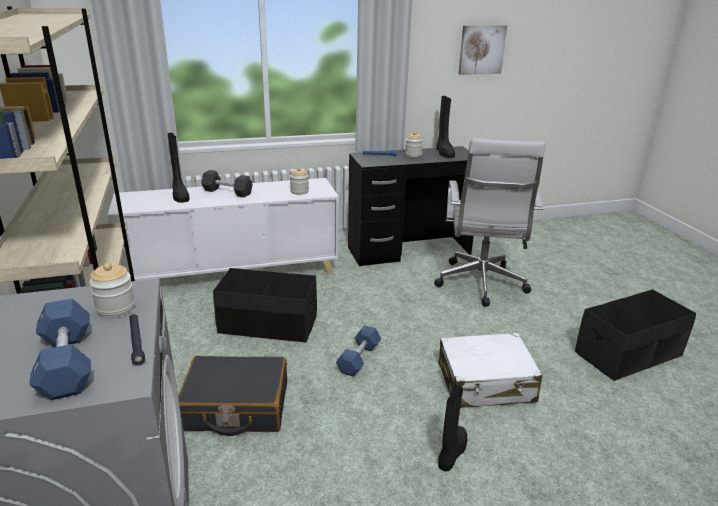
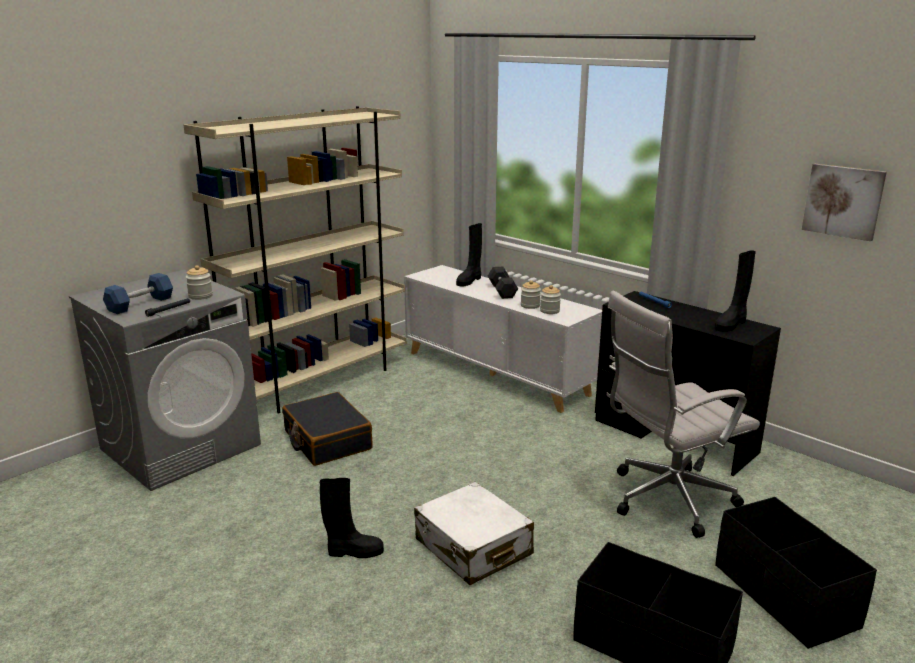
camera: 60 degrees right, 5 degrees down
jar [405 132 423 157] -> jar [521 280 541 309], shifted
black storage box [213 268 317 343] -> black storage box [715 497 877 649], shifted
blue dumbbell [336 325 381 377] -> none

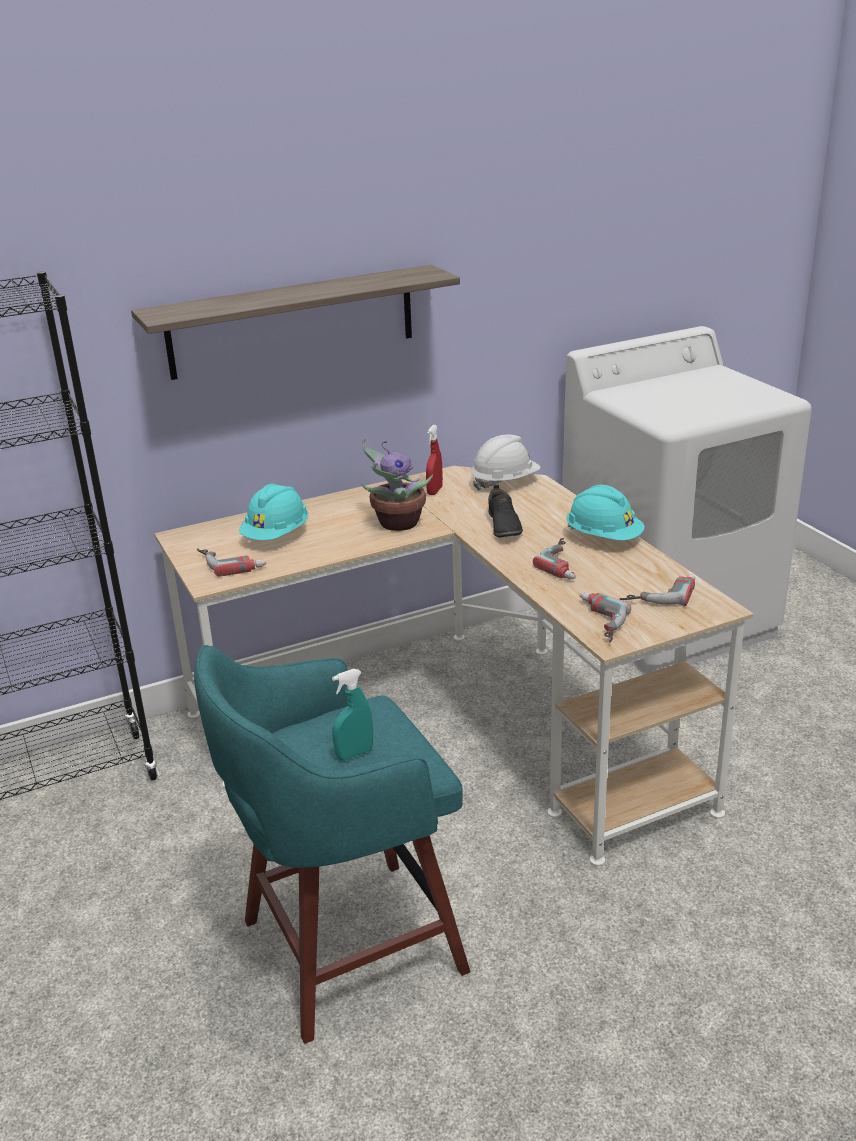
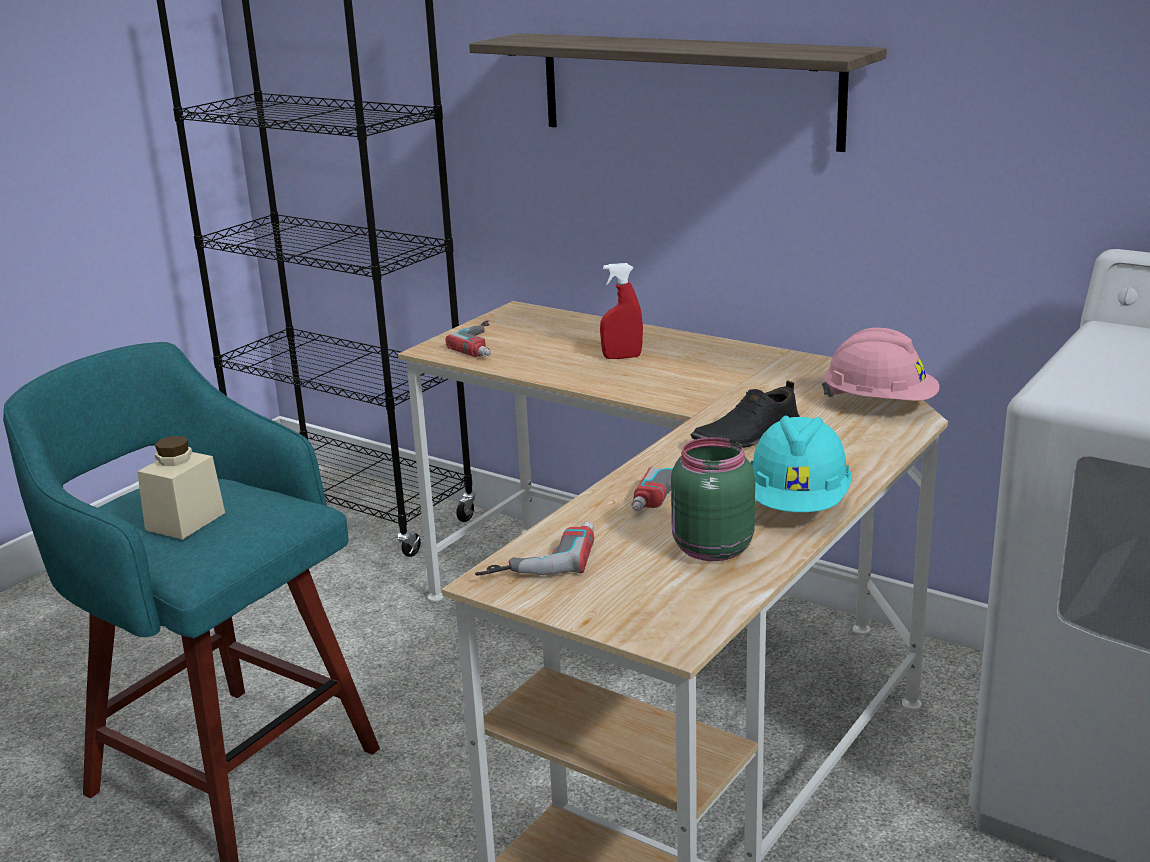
camera: 60 degrees right, 5 degrees down
red spray bottle [426 425 443 495] -> red spray bottle [600 263 643 359], shifted
white hard hat [471 434 541 491] -> pink hard hat [822 328 940 401]
potted plant [361 438 433 531] -> none
turquoise hard hat [239 484 308 540] -> none
power drill [620 574 695 606] -> none
turquoise spray bottle [332 669 373 760] -> beige jar [137 436 225 540]
none -> green jar [671 437 755 561]

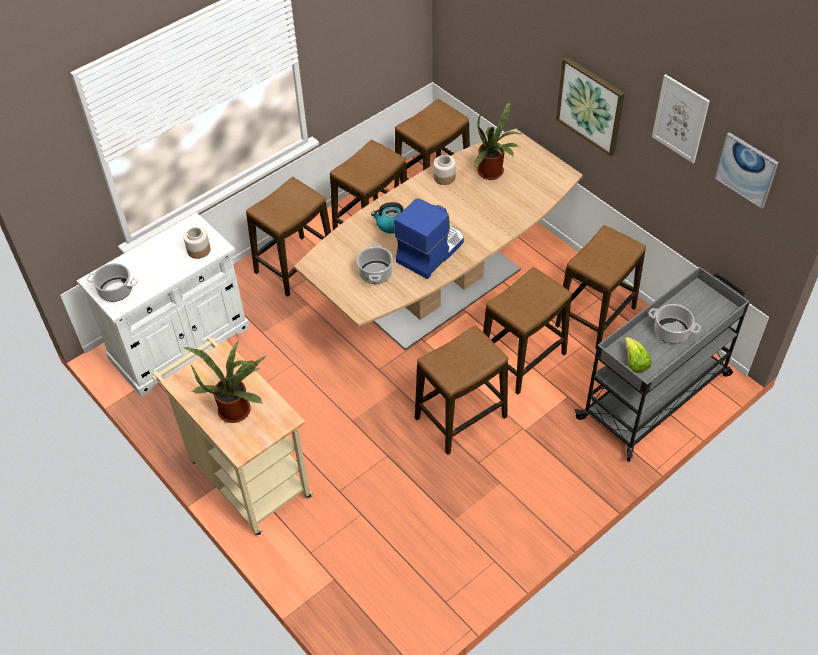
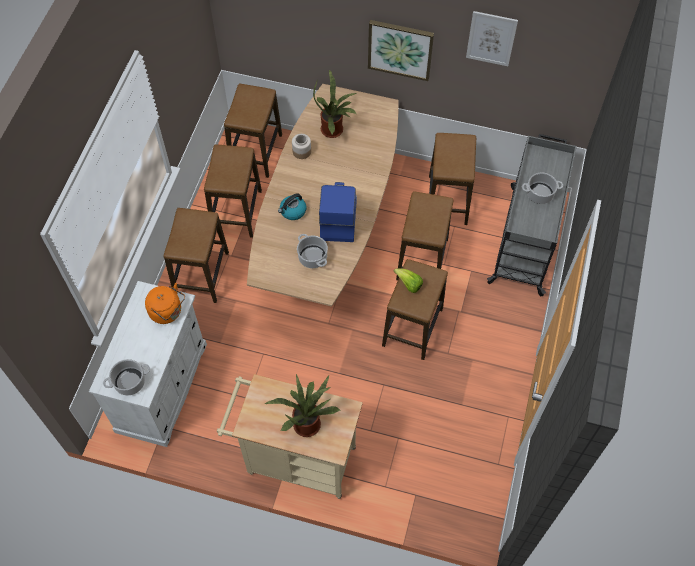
camera: 35 degrees left, 10 degrees up
picture [715 132 779 209] -> none
jar [183 227 210 259] -> orange kettle [145 283 185 324]
lettuce [624 337 652 373] -> lettuce [394 268 423 293], shifted

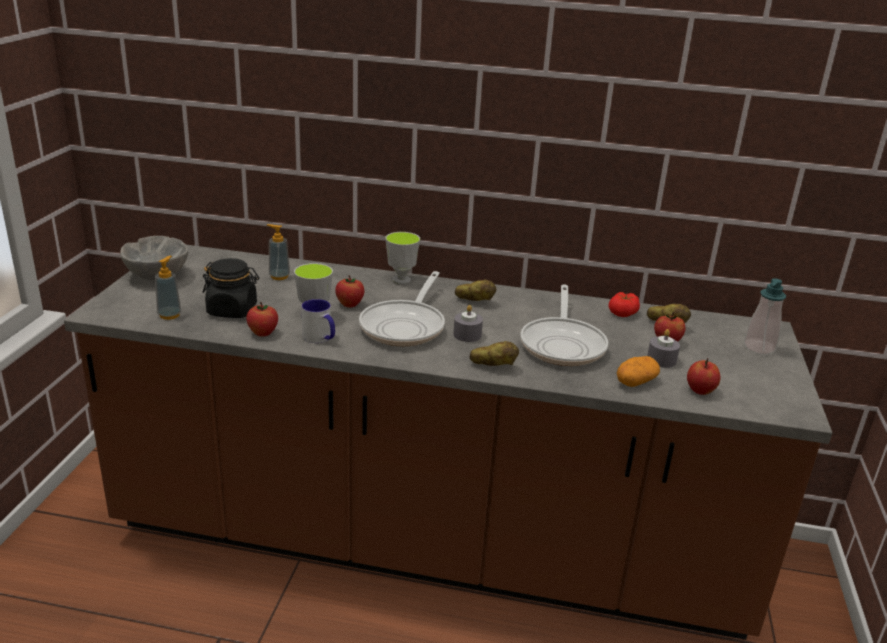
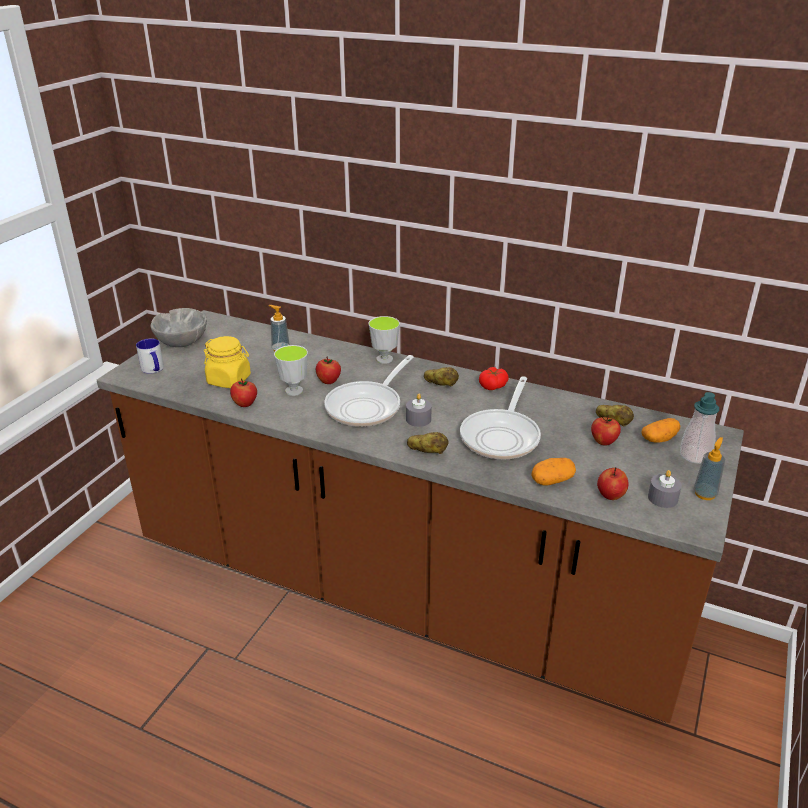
camera: 15 degrees right, 5 degrees up
soap dispenser [155 256 181 320] -> soap dispenser [694 437 725 500], shifted
black jar [203 258 259 318] -> yellow jar [204 336 251 388]
tomato [609 292 640 317] -> tomato [479 367 509 390], shifted
mug [302 299 335 343] -> mug [136 339 164 374], shifted
grey candle [647 329 680 368] -> grey candle [648 470 682 508], shifted
none -> potato [641 418 680 443]

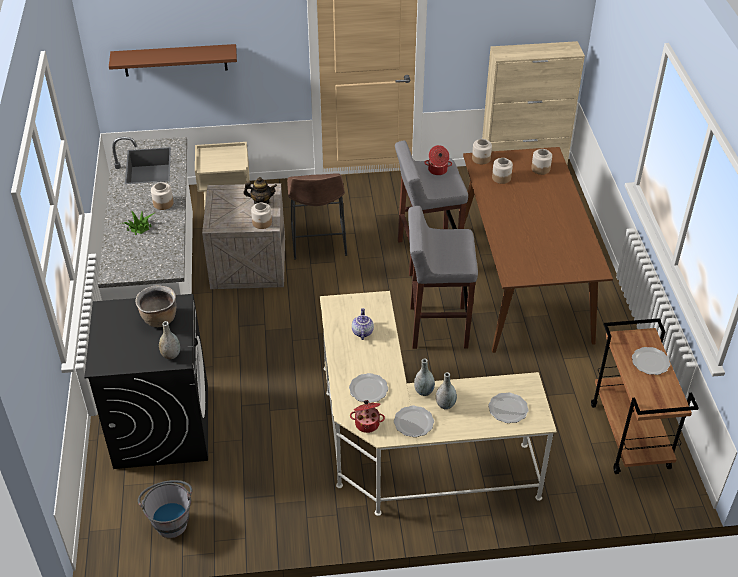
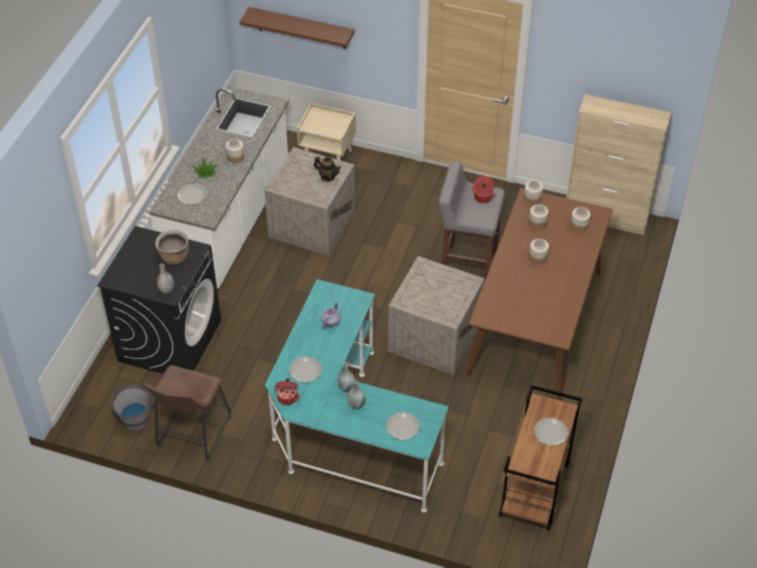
camera: 25 degrees right, 5 degrees up
brown stool [287 173 347 260] -> brown stool [143 365 231 461], shifted
jar [251 203 272 229] -> jar [529 239 549 264], shifted
grey stool [408 206 478 349] -> crate [388 256 485 375]
beige desk [320 291 557 516] -> turquoise desk [265 279 449 512]
plate [394 406 434 437] -> plate [177 184 207 205], shifted

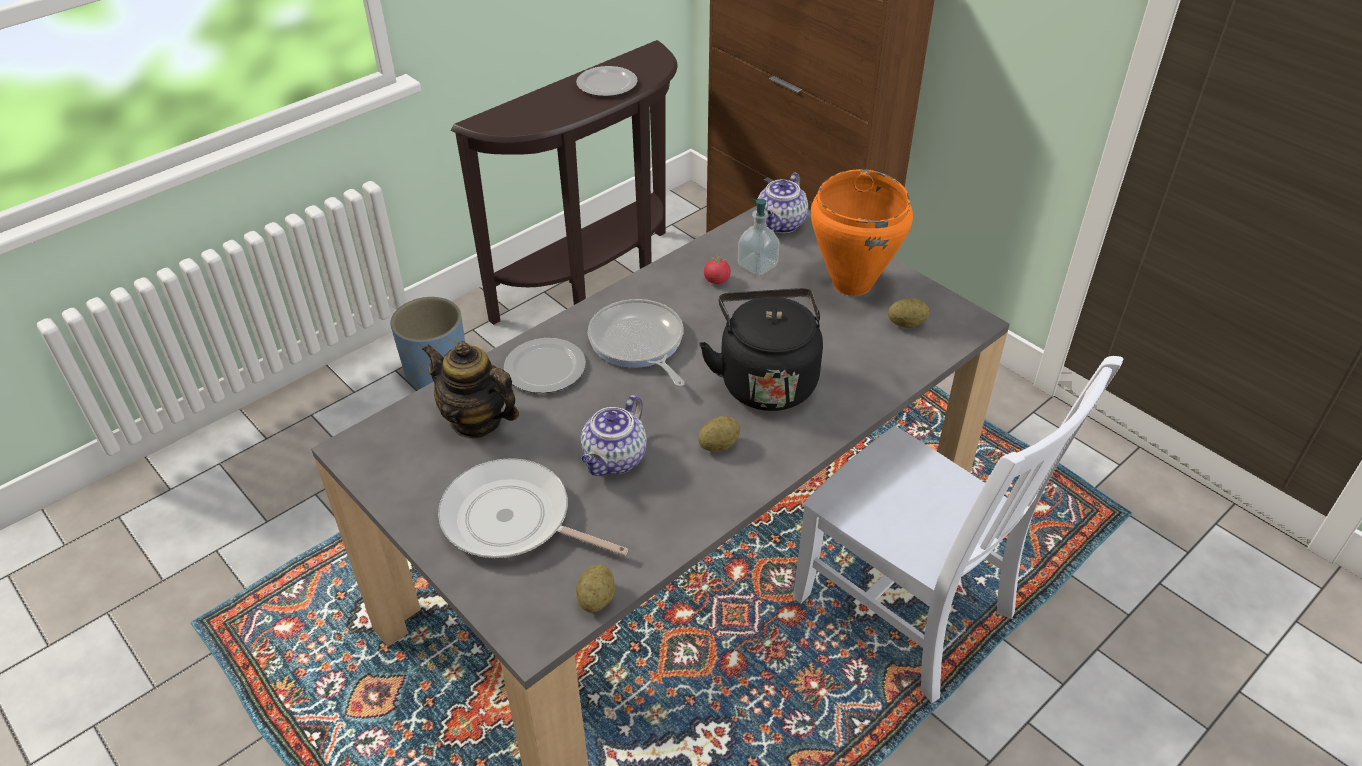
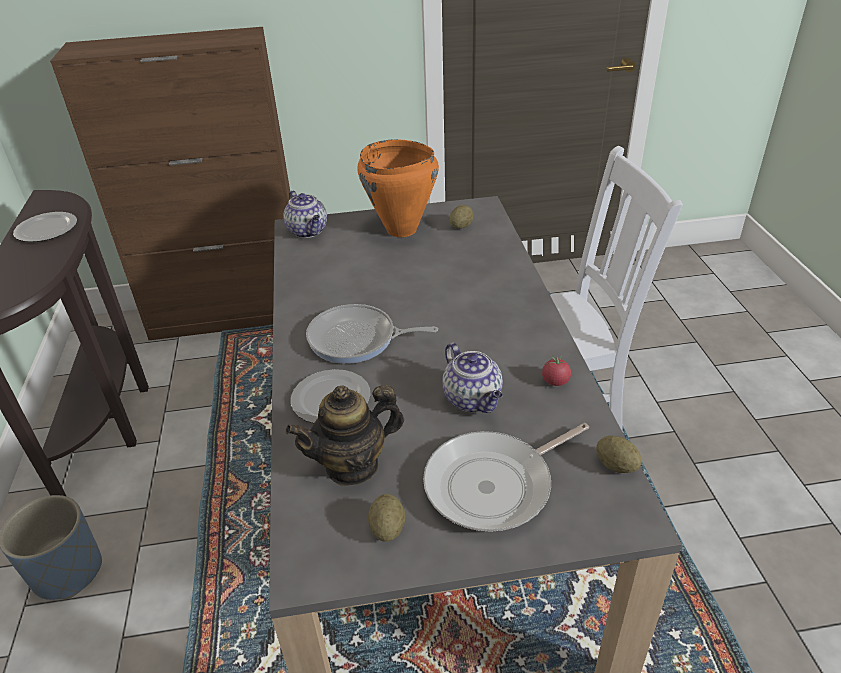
camera: 55 degrees left, 5 degrees down
soap dispenser [738 198 779 276] -> none
tomato [704 254 731 284] -> tomato [542 355 571 386], shifted
black kettle [699 288 823 411] -> none
potato [698 416 740 452] -> potato [368 494 405 542], shifted

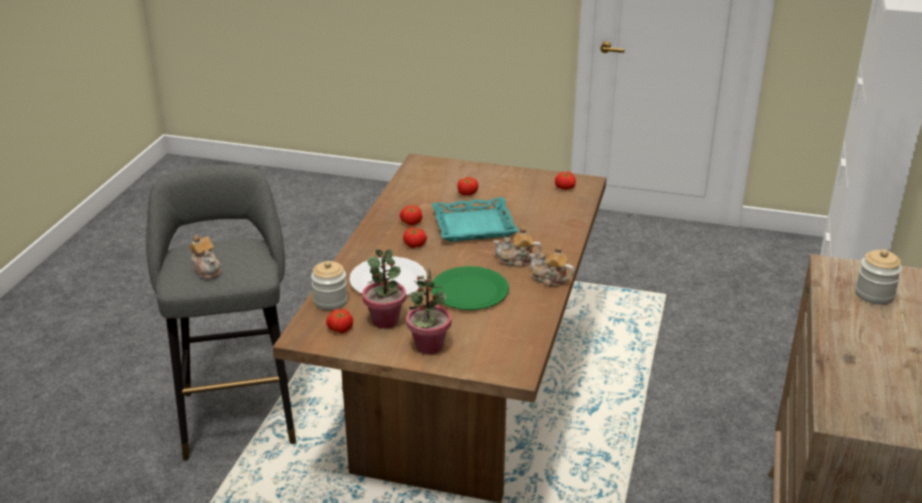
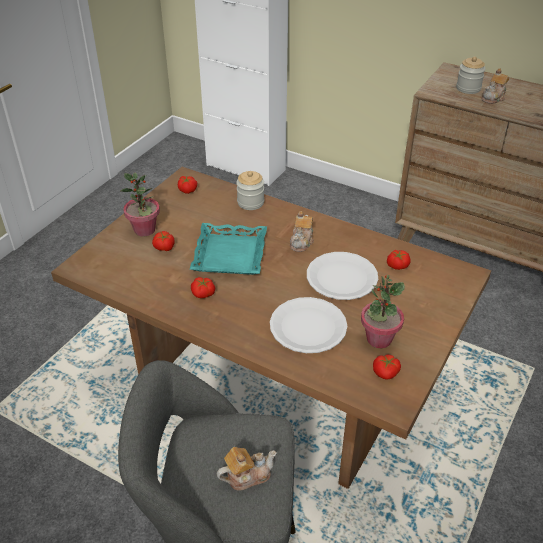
camera: 75 degrees left, 10 degrees up
tomato [403 227 427 248] -> tomato [387 250 411 270], shifted
teapot [529 246 574 287] -> teapot [482 68 509 104], shifted
jar [311 261 348 310] -> jar [236 171 264 210], shifted
green plate [431 266 509 310] -> white plate [307 252 378 300]
potted plant [406 268 451 355] -> potted plant [121 172 160 237], shifted

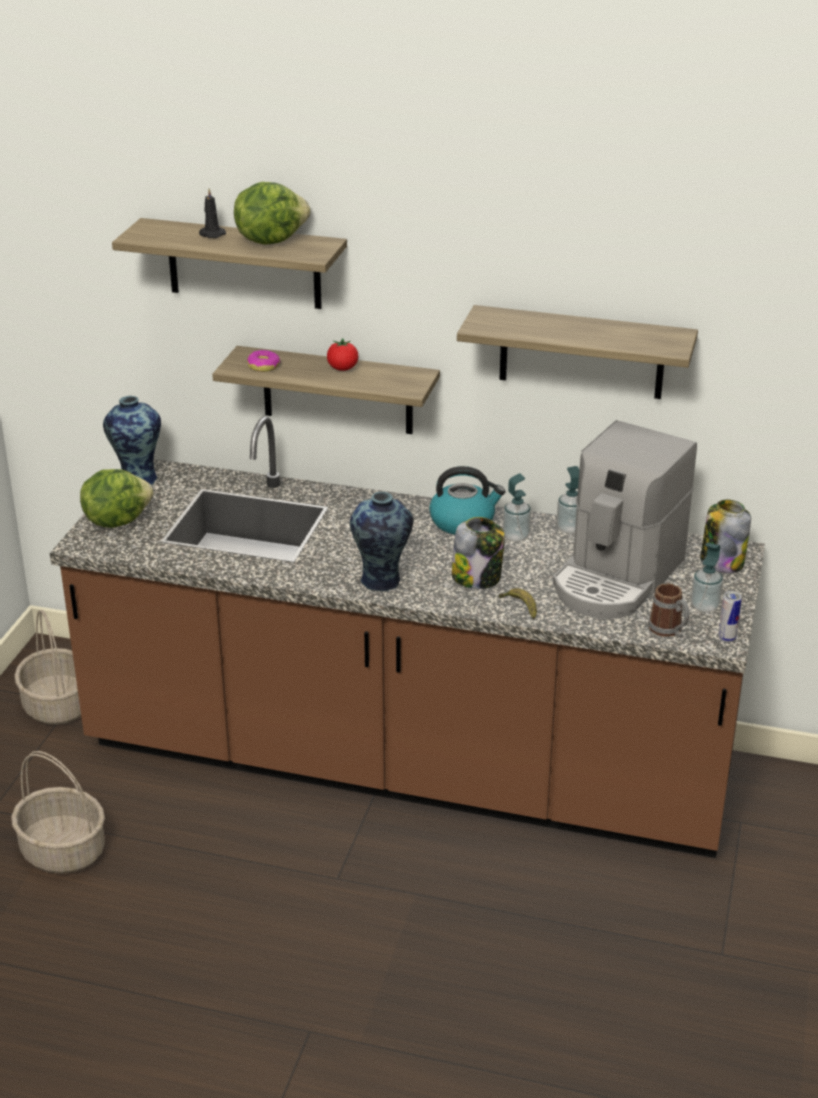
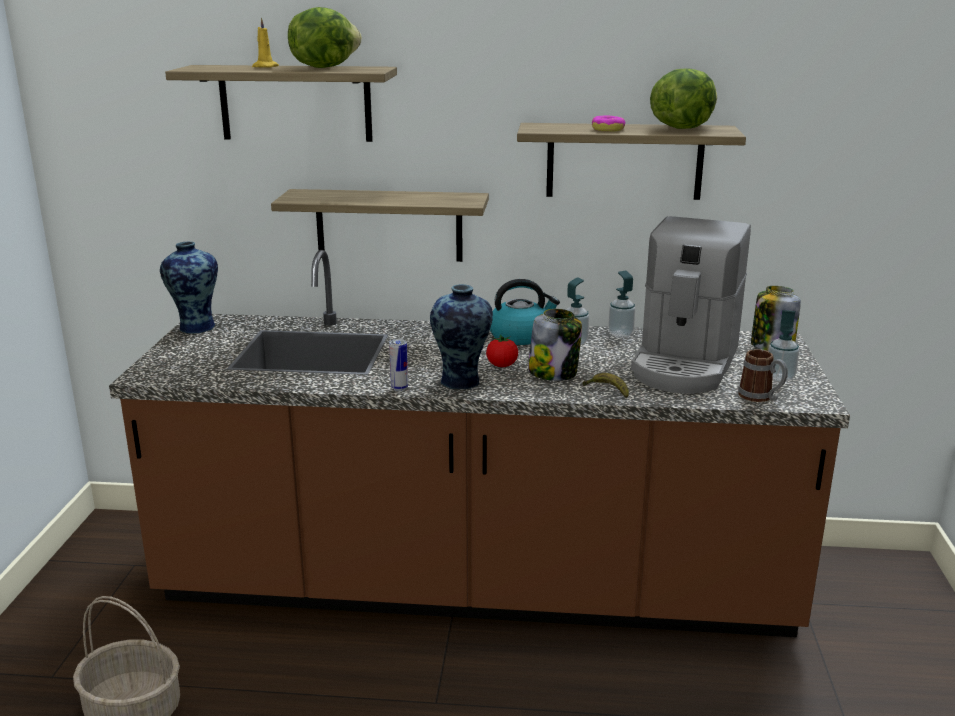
camera: 10 degrees left, 10 degrees down
black candle [199 188 226 238] -> yellow candle [252 17 279 67]
tomato [327 338 358 371] -> tomato [486 335 518 367], shifted
donut [247 350 281 372] -> donut [592 115 625 132], shifted
lettuce [80 469 153 528] -> lettuce [650 68 717 129], shifted
can [718 591 742 642] -> can [389 339 408 391], shifted
basket [14 610 81 725] -> none

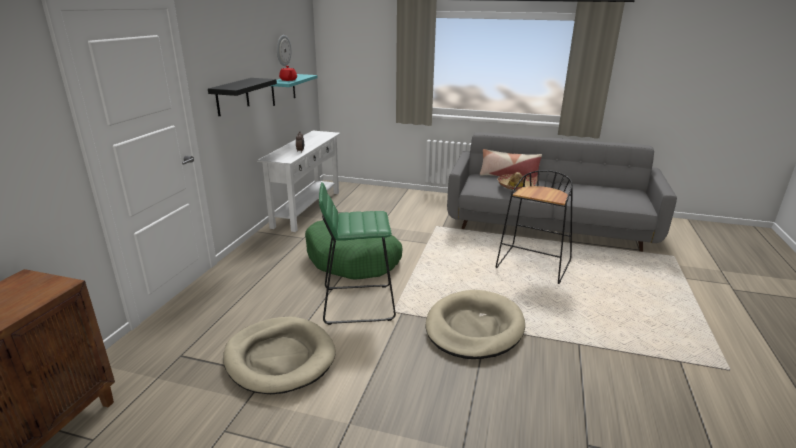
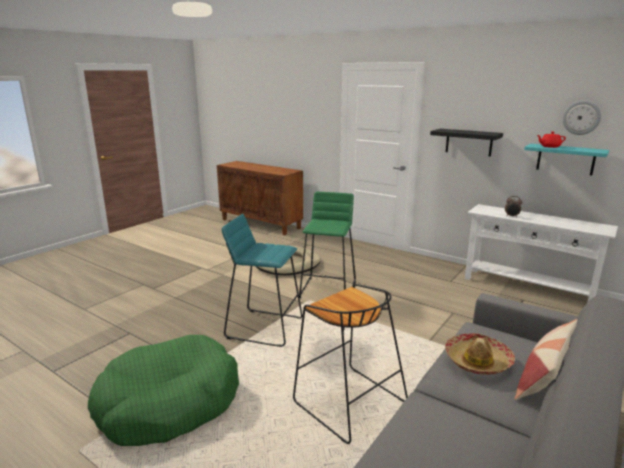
camera: 110 degrees right, 5 degrees down
green dog bed [305 220 403 280] -> green dog bed [88 335 239 446], shifted
beige dog bed [425 290 525 359] -> turquoise stool [222 214 302 347]

